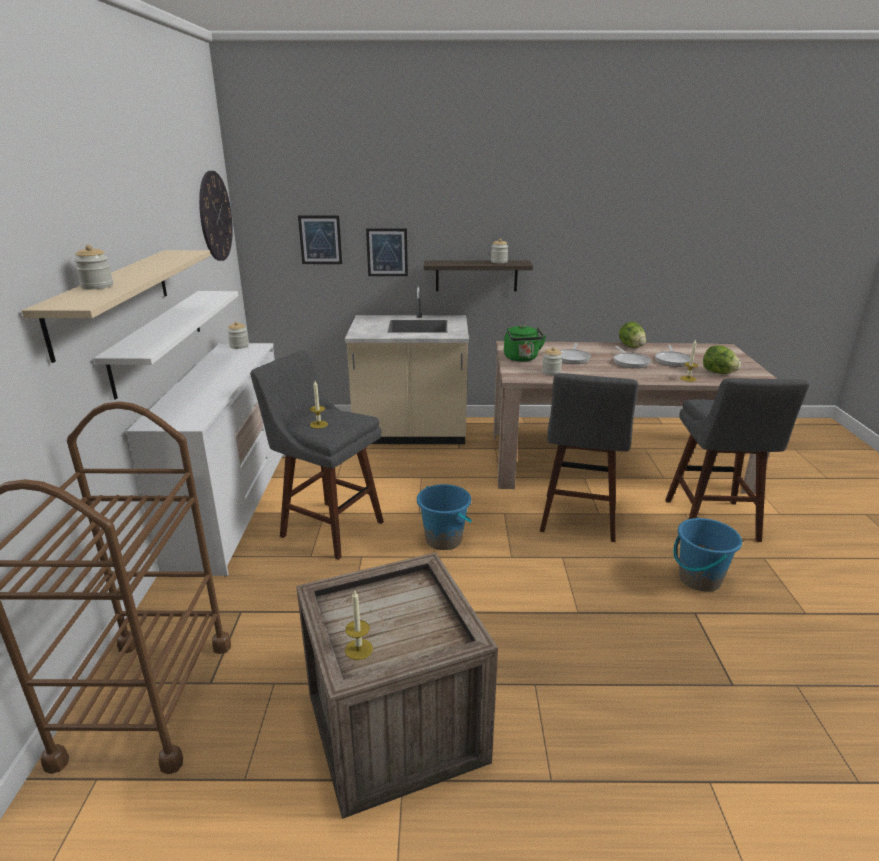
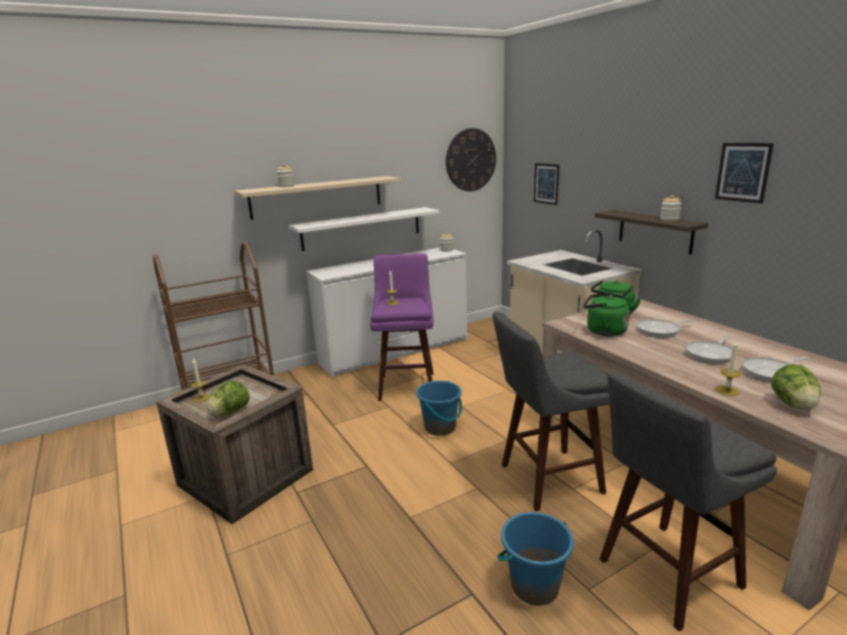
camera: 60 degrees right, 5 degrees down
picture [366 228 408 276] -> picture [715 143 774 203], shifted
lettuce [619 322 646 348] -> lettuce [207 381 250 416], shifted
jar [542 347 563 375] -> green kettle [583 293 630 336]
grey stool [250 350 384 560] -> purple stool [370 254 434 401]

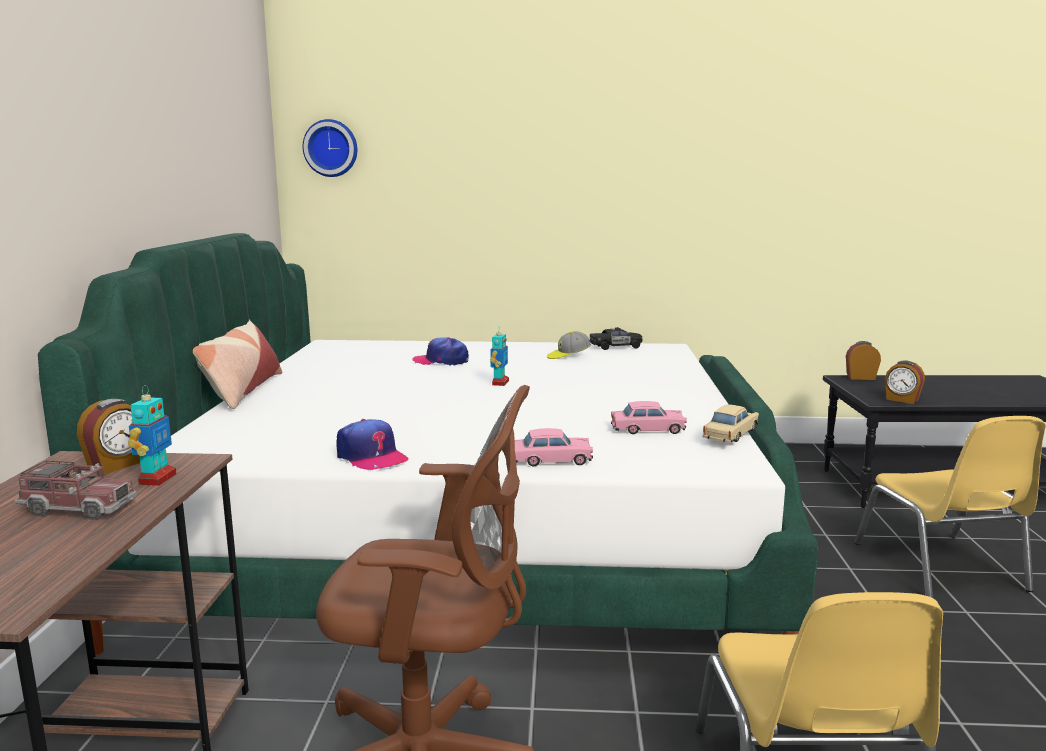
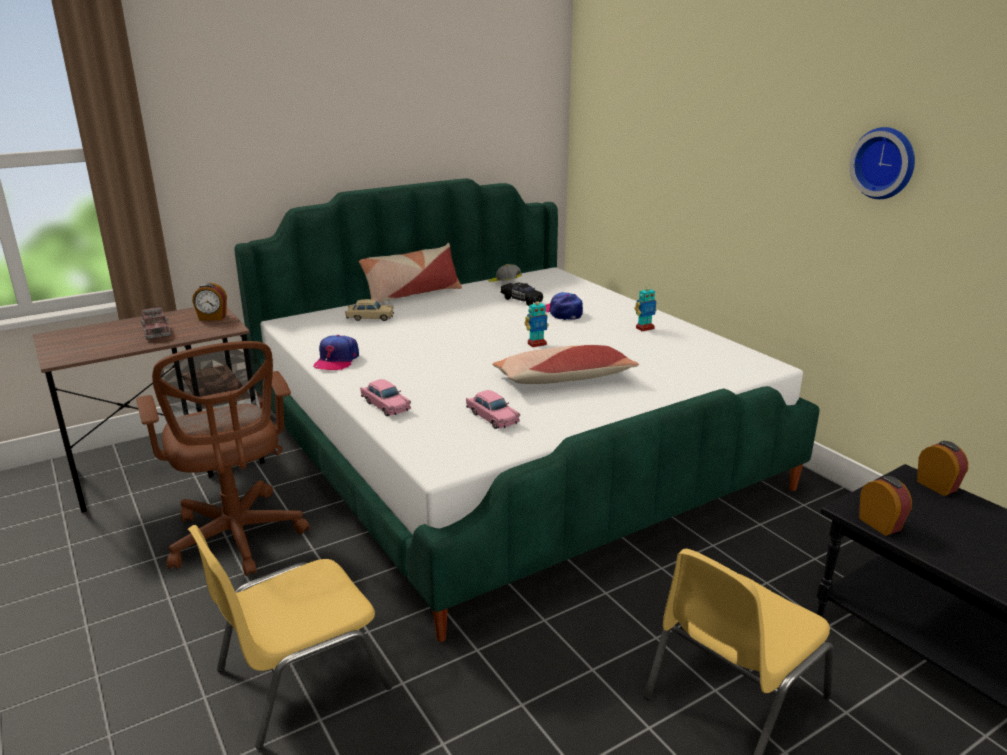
camera: 55 degrees right, 10 degrees up
wall clock [303 119 357 177] -> wall clock [849 127 915 199], shifted
black toy car [589 327 643 350] -> black toy car [500 283 543 306], shifted
cap [547 331 591 359] -> cap [488 264 522 282], shifted
alarm clock [885 361 925 404] -> alarm clock [859 476 912 536], 150 degrees clockwise
toy robot [128 385 177 486] -> toy robot [634 283 657 331], shifted
beige toy car [703 405 759 443] -> beige toy car [345 299 394 321], shifted
none -> pillow [492 345 639 384]

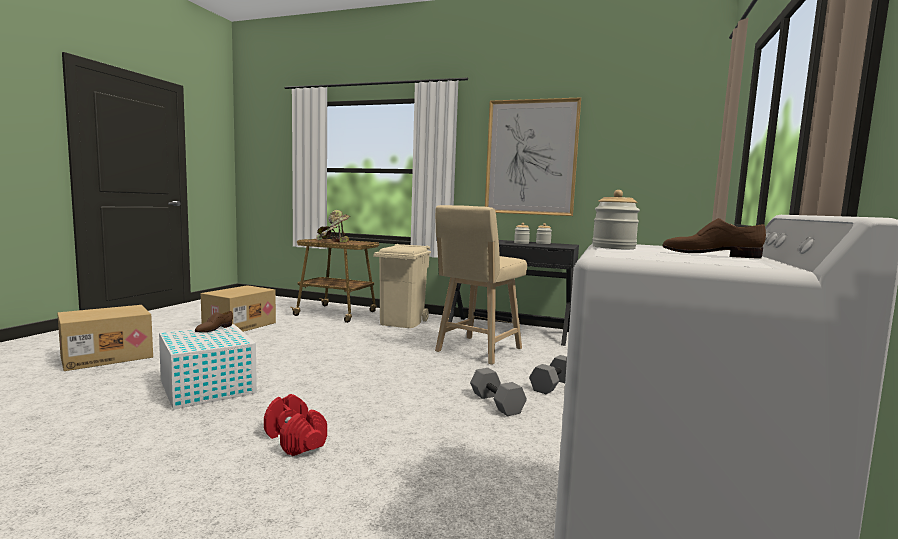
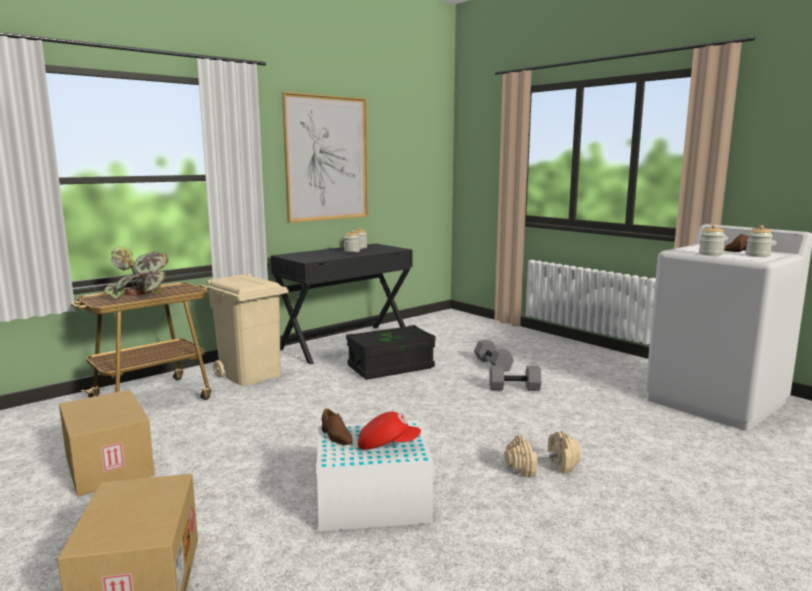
camera: 60 degrees left, 5 degrees up
beige stool [435 205 527 365] -> black storage box [346 325 436 379]
red dumbbell [264 394 327 456] -> beige dumbbell [504 431 581 477]
none -> jar [745 225 773 257]
none -> red cap [358 412 421 450]

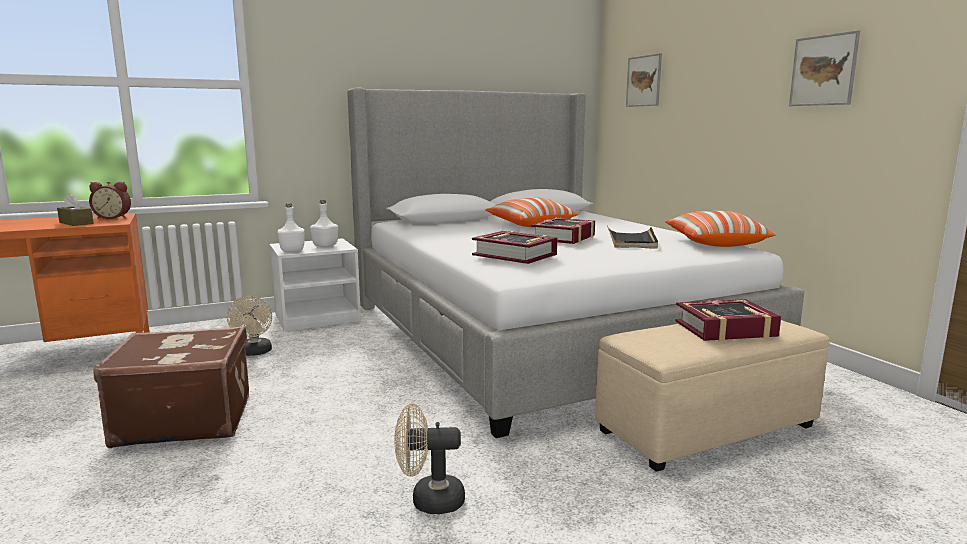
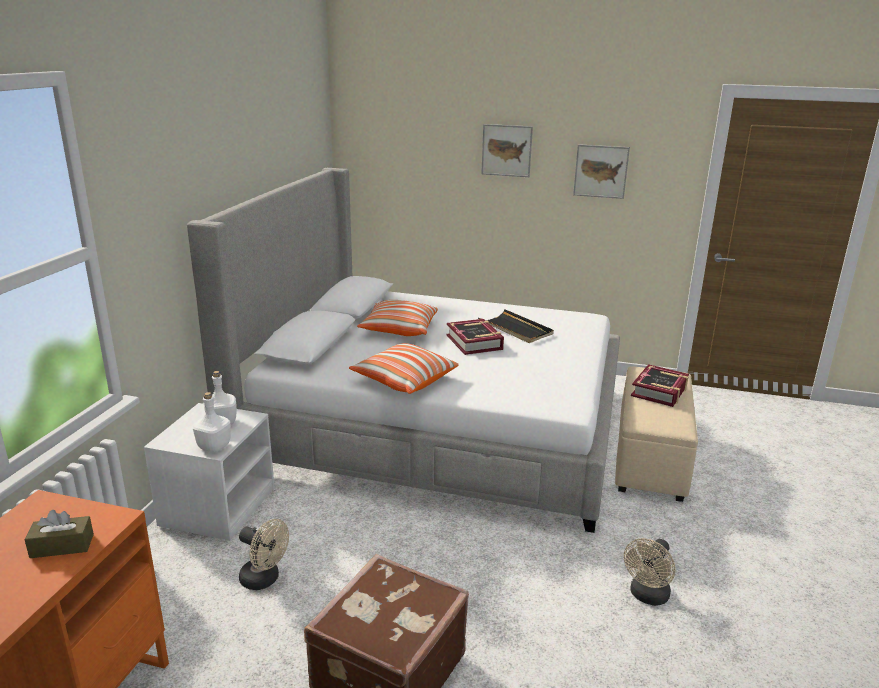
camera: 50 degrees left, 10 degrees up
picture [626 53 662 107] -> picture [481 124 533 177], shifted
alarm clock [89 182 131 219] -> none
pillow [665 211 776 247] -> pillow [349 343 459 394], shifted
book [472 231 557 264] -> none

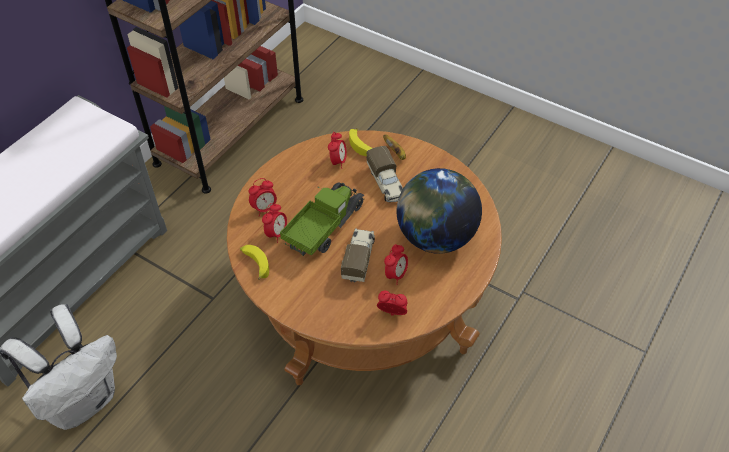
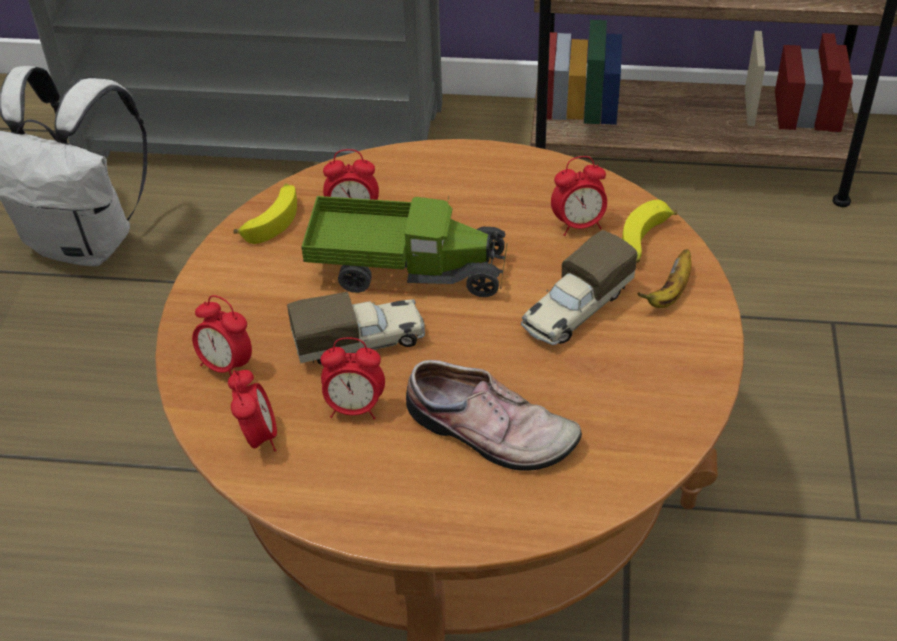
camera: 65 degrees right, 5 degrees down
globe [397 168 482 254] -> shoe [406 360 582 471]
alarm clock [249 178 277 215] -> alarm clock [192 295 252 376], shifted

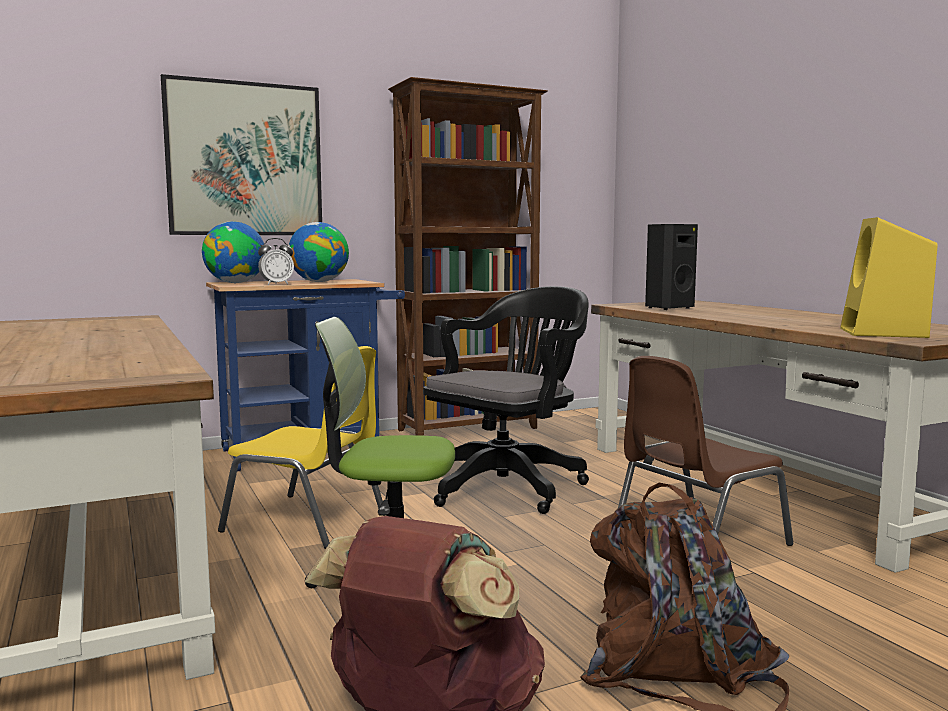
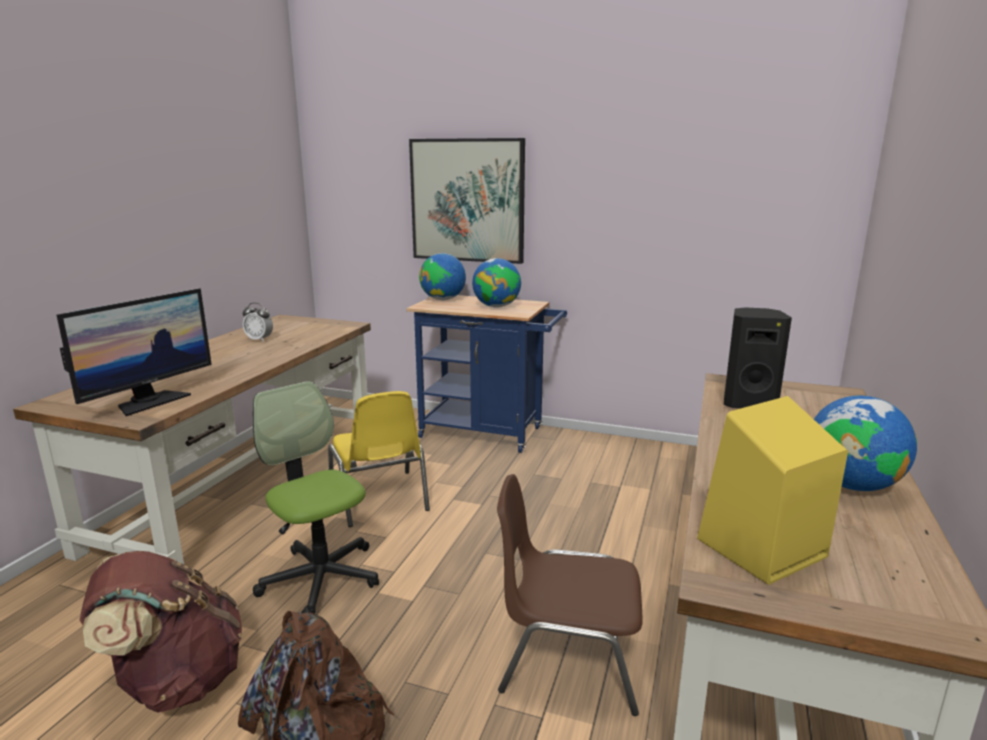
camera: 45 degrees right, 10 degrees up
brown bookcase [388 77 548 436] -> none
alarm clock [258 238 294 285] -> alarm clock [243 303 273 342], shifted
black office chair [423 286 589 514] -> none
none -> monitor [57 288 212 416]
none -> globe [814 396 917 491]

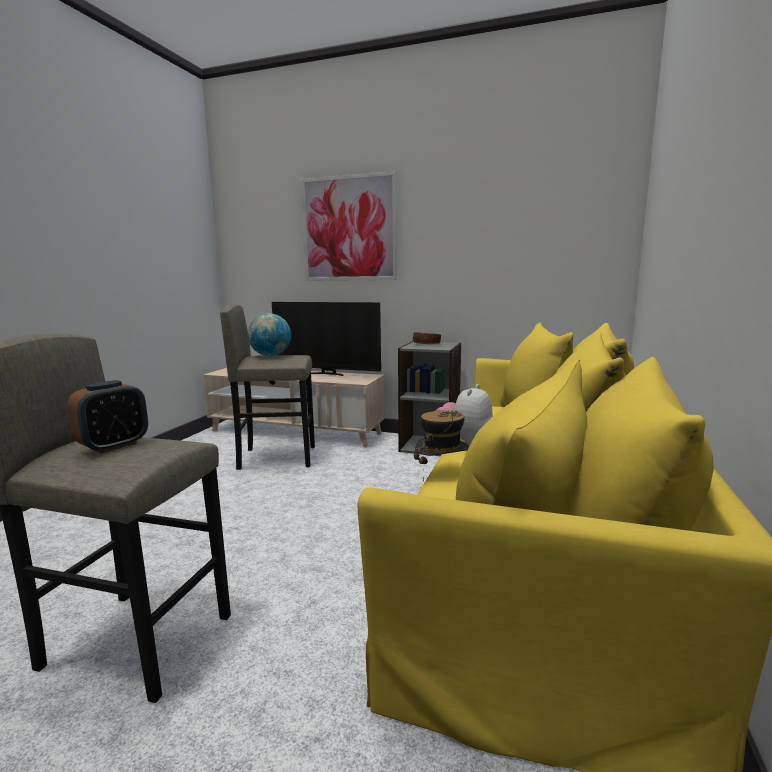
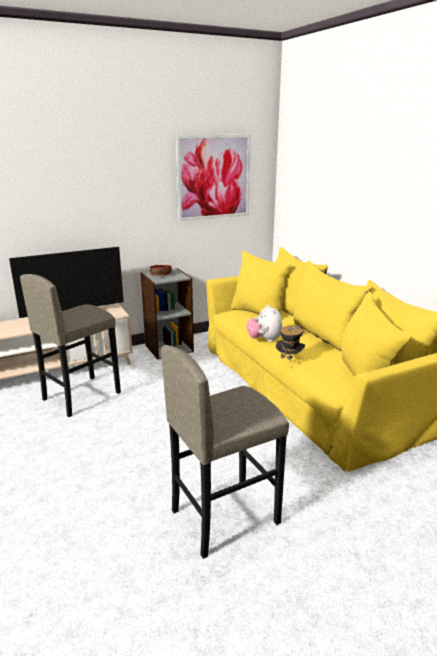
camera: 45 degrees left, 10 degrees up
picture [300 171 397 281] -> picture [176 135 251 221], shifted
globe [248 313 291 356] -> none
alarm clock [67 380 148 453] -> none

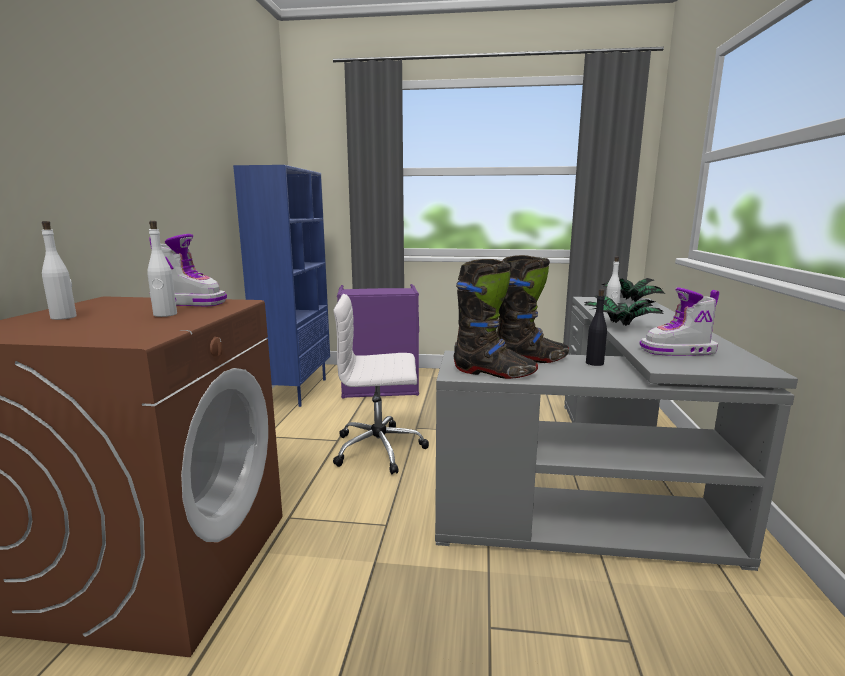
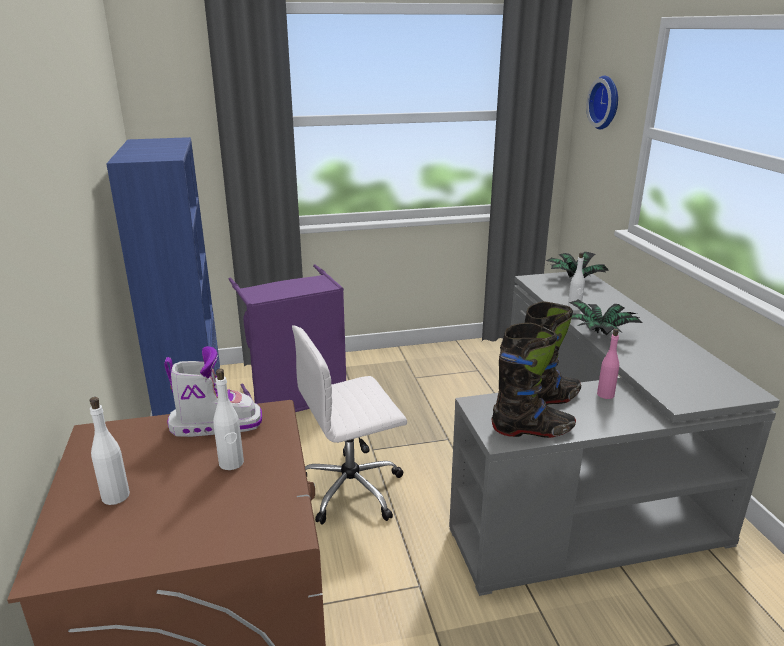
camera: 20 degrees left, 10 degrees up
boot [639 288 719 356] -> none
black bottle [586 289 607 366] -> pink bottle [597 329 619 399]
none -> wall clock [586 76 618 129]

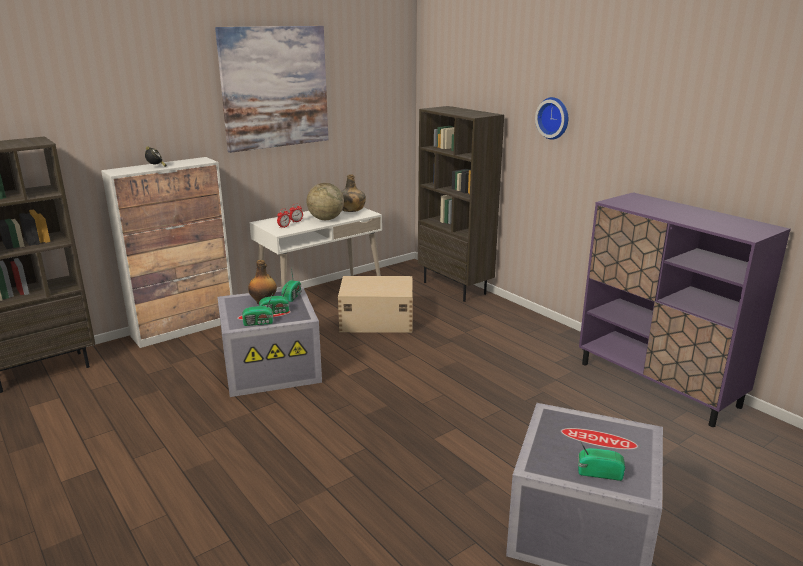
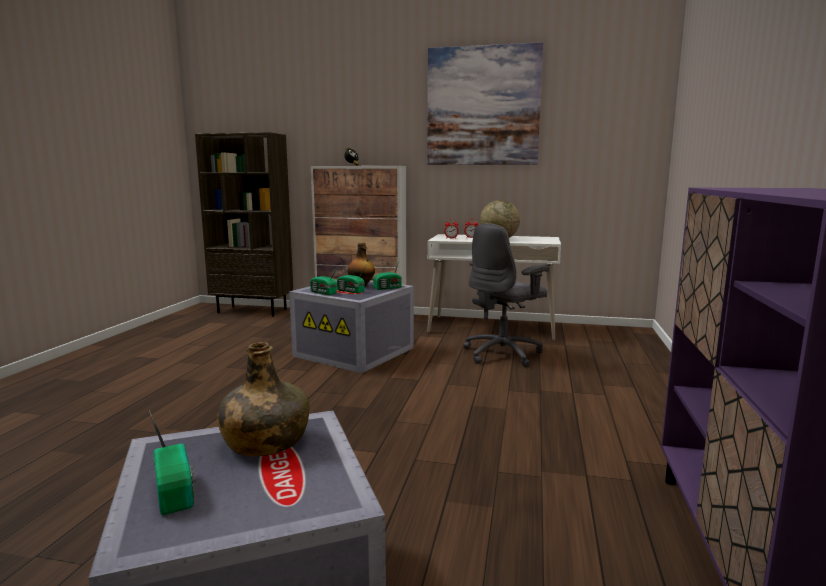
camera: 50 degrees right, 10 degrees down
wall clock [535 97 568 140] -> none
brown bookcase [418 106 504 302] -> none
green bottle [341 174 366 212] -> green bottle [217 342 310 457], shifted
beige storage box [338 276 413 333] -> grey office chair [463 223 549 367]

